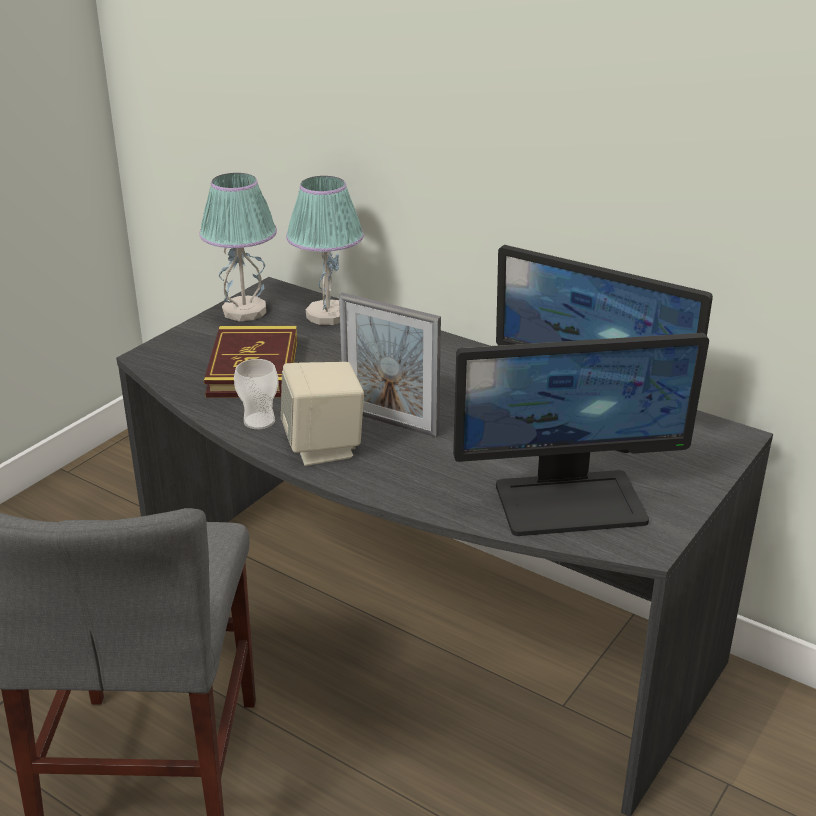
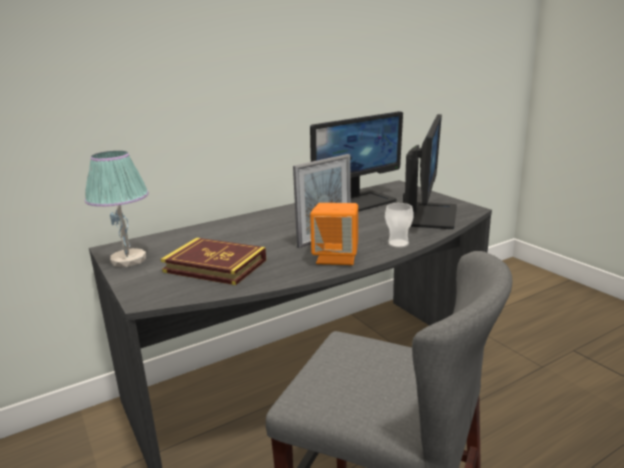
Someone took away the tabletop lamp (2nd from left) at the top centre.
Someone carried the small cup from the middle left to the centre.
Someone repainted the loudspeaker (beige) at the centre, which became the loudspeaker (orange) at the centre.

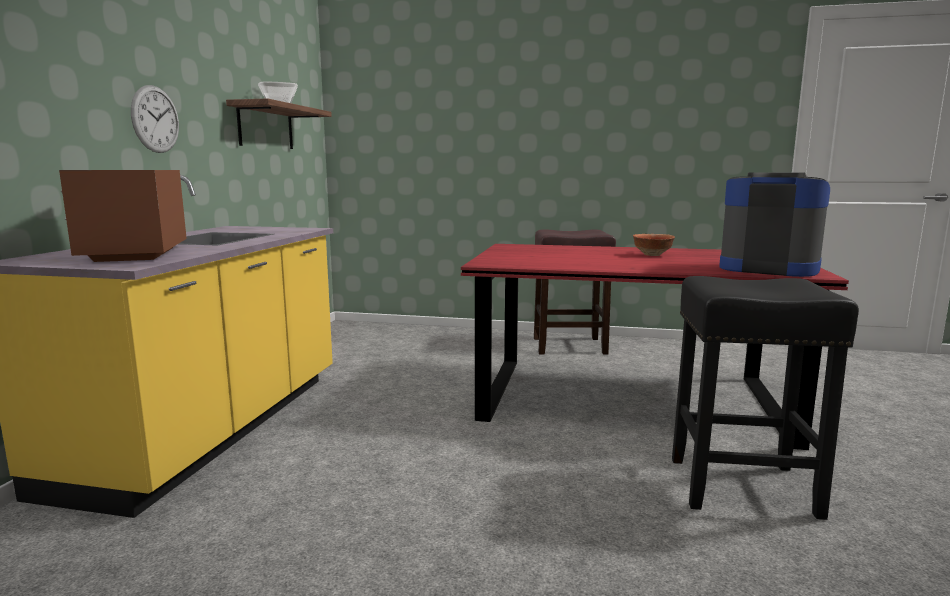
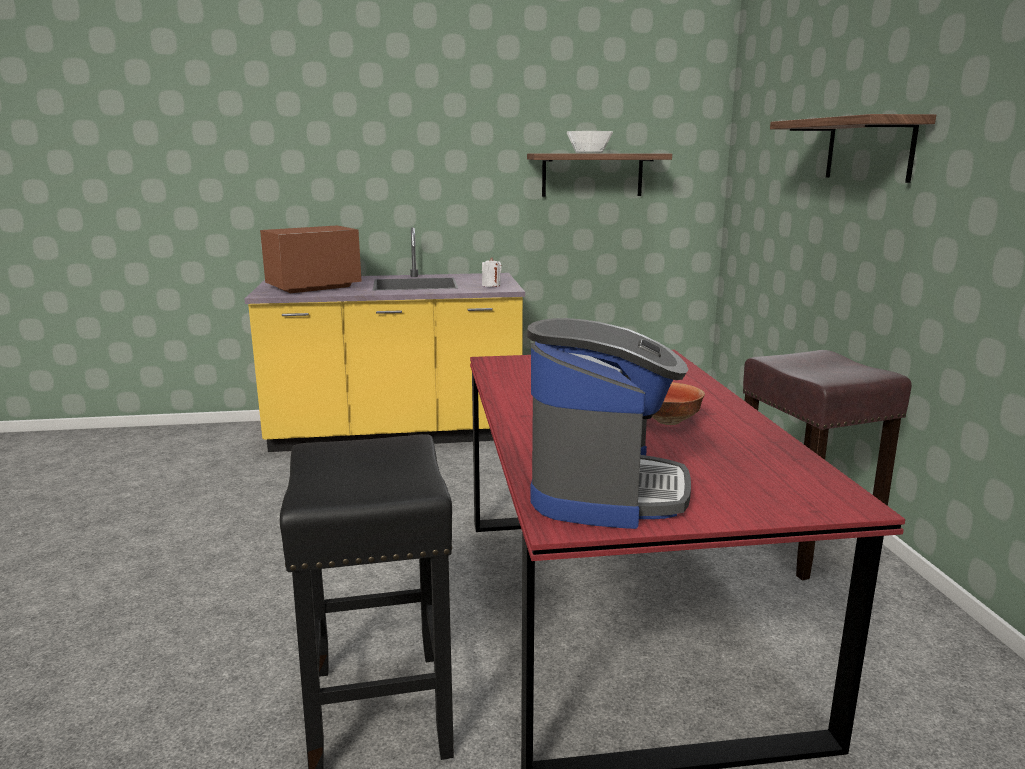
Someone took away the wall clock at the top left.
Someone put up the wall shelf (2nd from left) at the top right.
Someone put down the wax candle (white) at the centre.

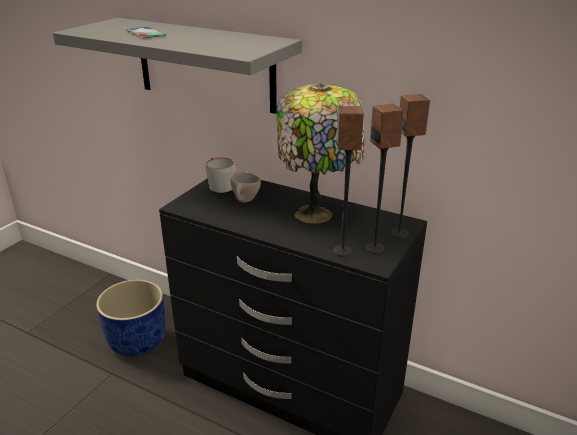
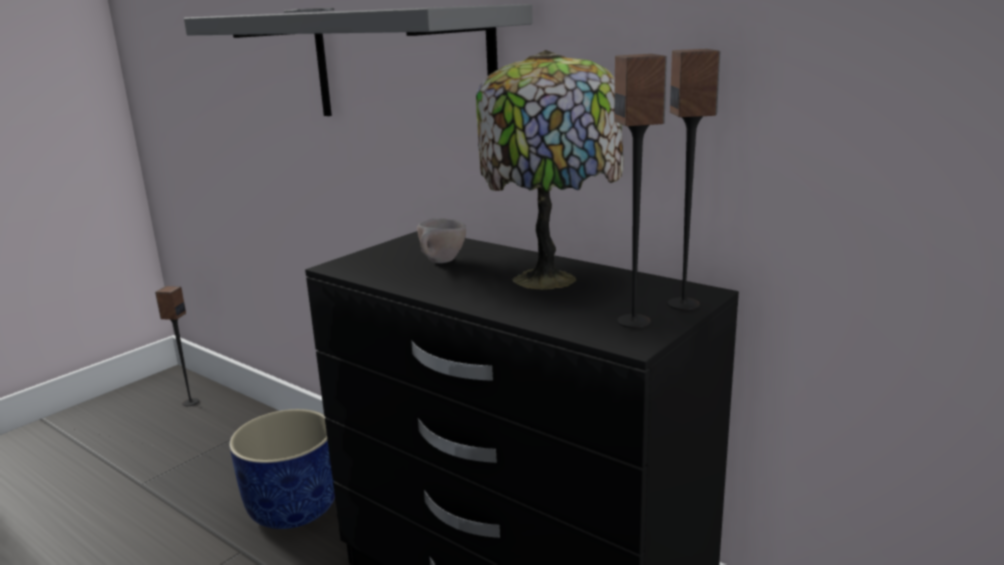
Someone carried the loudspeaker (1st from left) from the centre to the middle left.
Someone took away the mug (grey) at the centre.

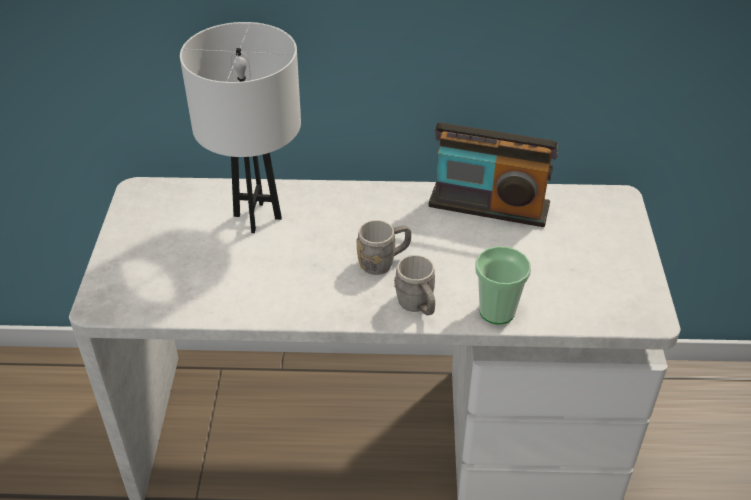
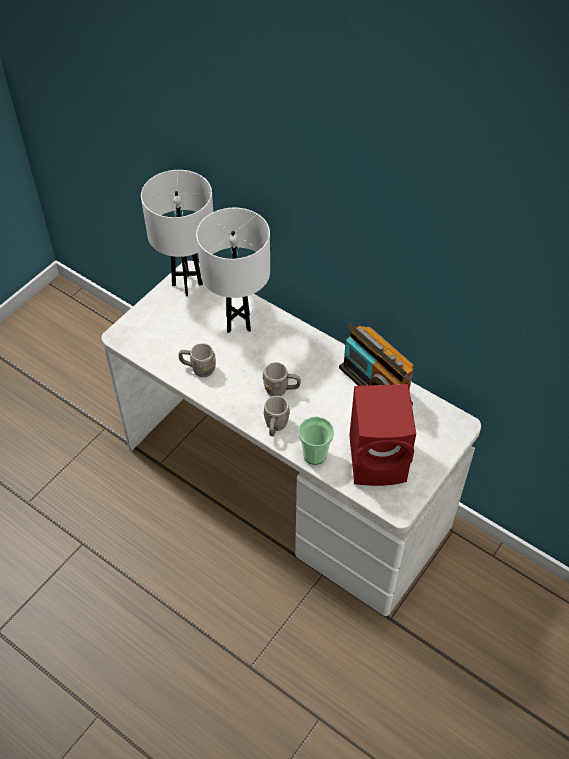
Someone put down the tabletop lamp (white) (1st from left) at the top left.
Someone put down the mug (grey) (1st from left) at the centre.
Someone put down the loudspeaker (reddish) at the middle right.

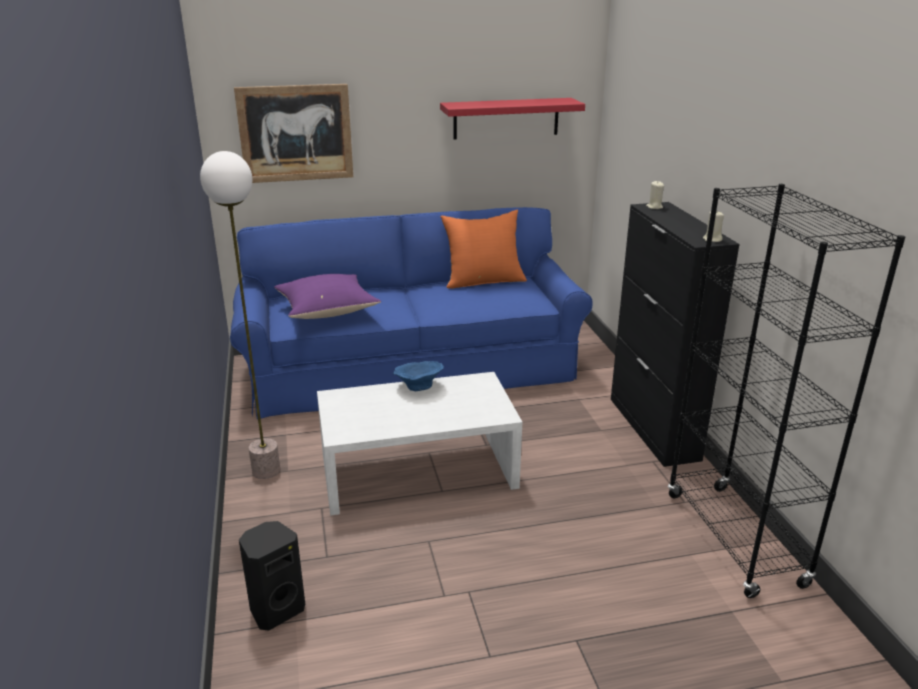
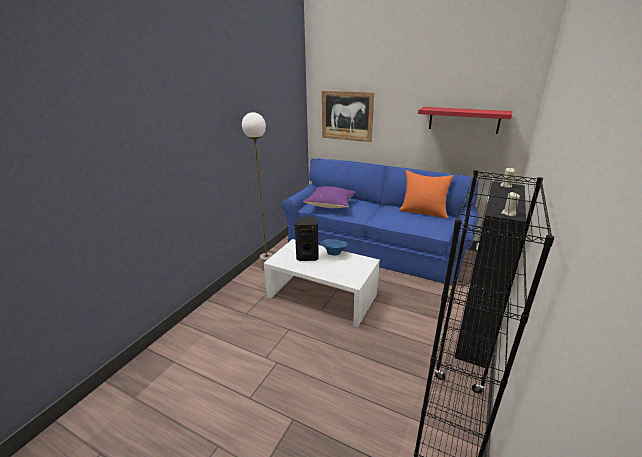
Someone carried the loudspeaker (black) from the bottom left to the centre.

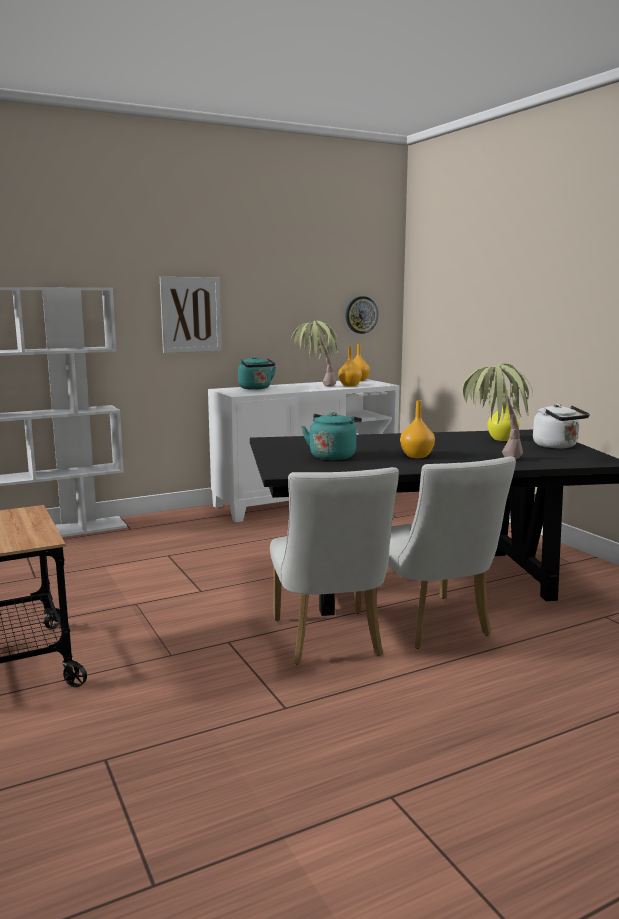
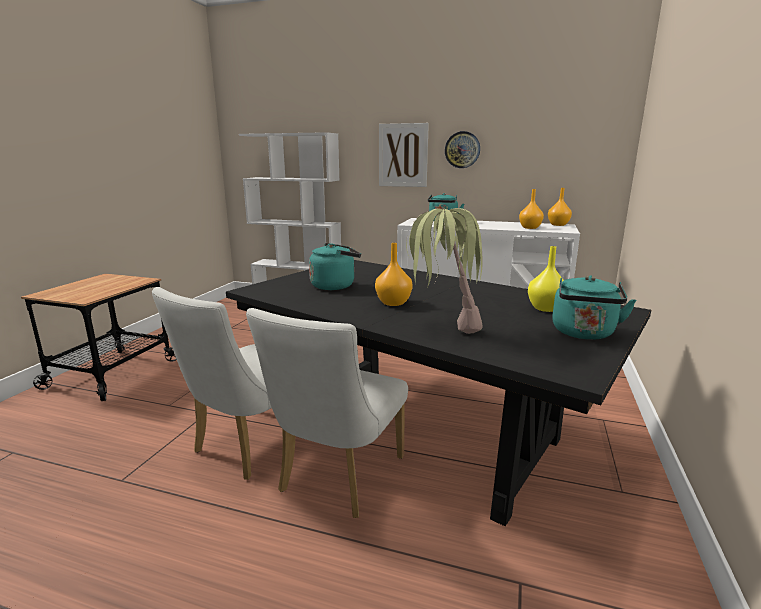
Someone carried the wall clock from the centre to the top centre.
Someone took away the houseplant (1st from left) at the centre.
Someone repainted the tea kettle (white) at the middle right, which became the tea kettle (turquoise) (3rd from left) at the middle right.

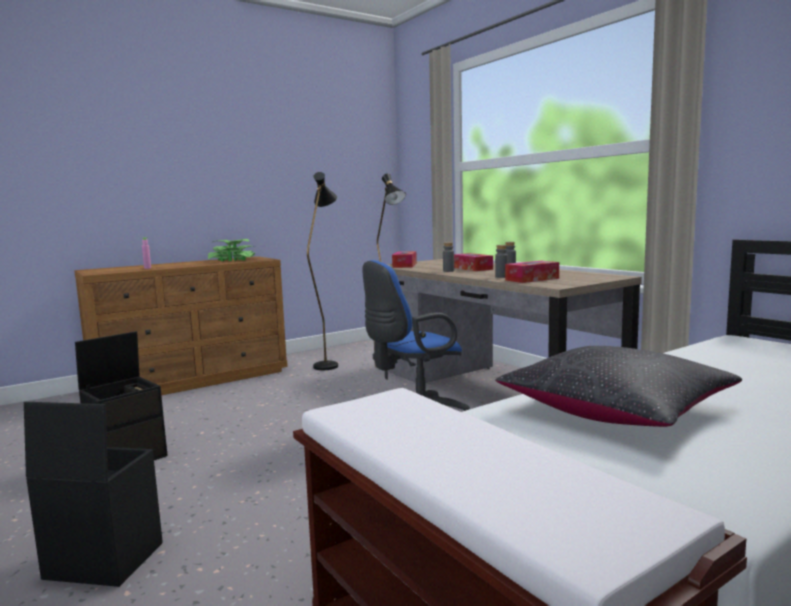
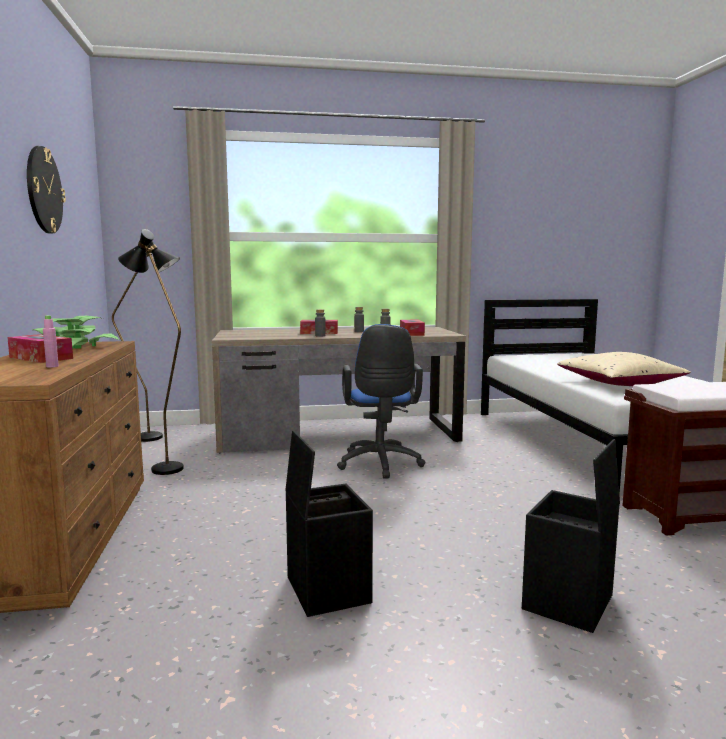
Someone carried the tissue holder (1st from left) from the centre to the middle left.
Someone repainted the pillow (black) at the middle right, which became the pillow (beige) at the middle right.
Someone put up the wall clock at the top left.

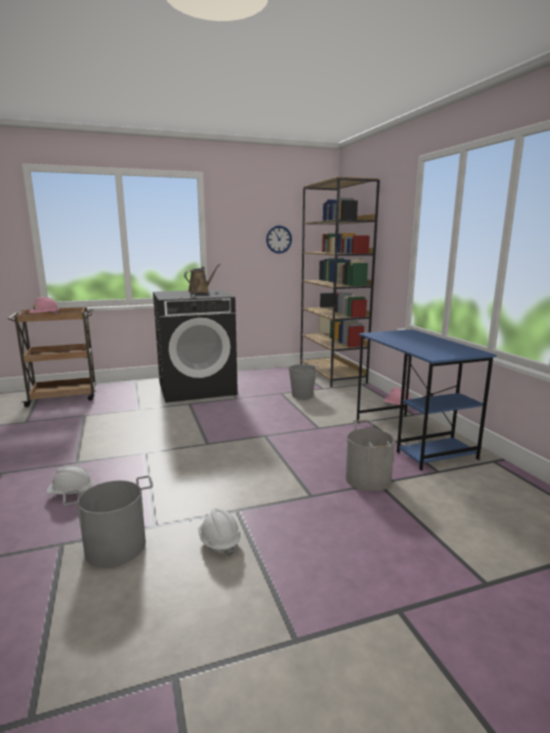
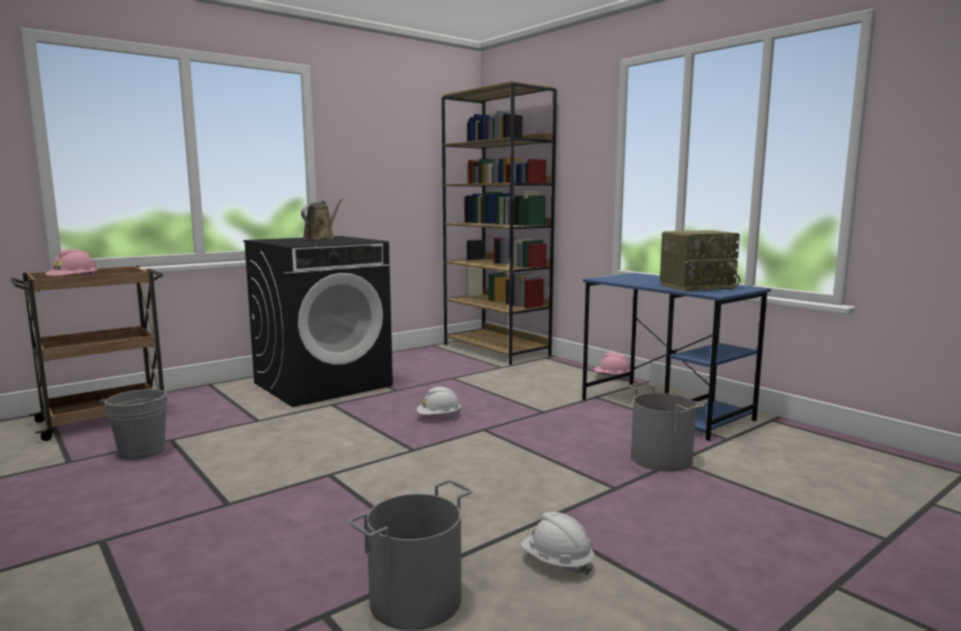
Someone took away the wall clock at the top centre.
Someone carried the water bucket (grey) (2nd from left in the first image) from the centre to the bottom left.
Someone carried the hard hat (white) (1st from left) from the middle left to the centre.
Someone put down the radio set at the middle right.

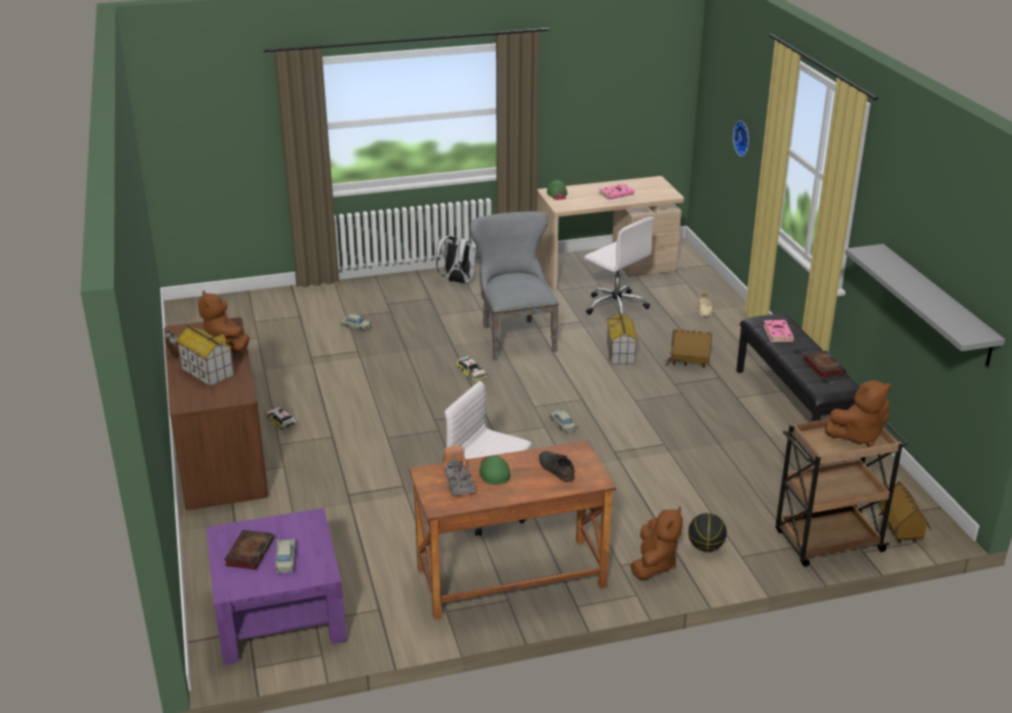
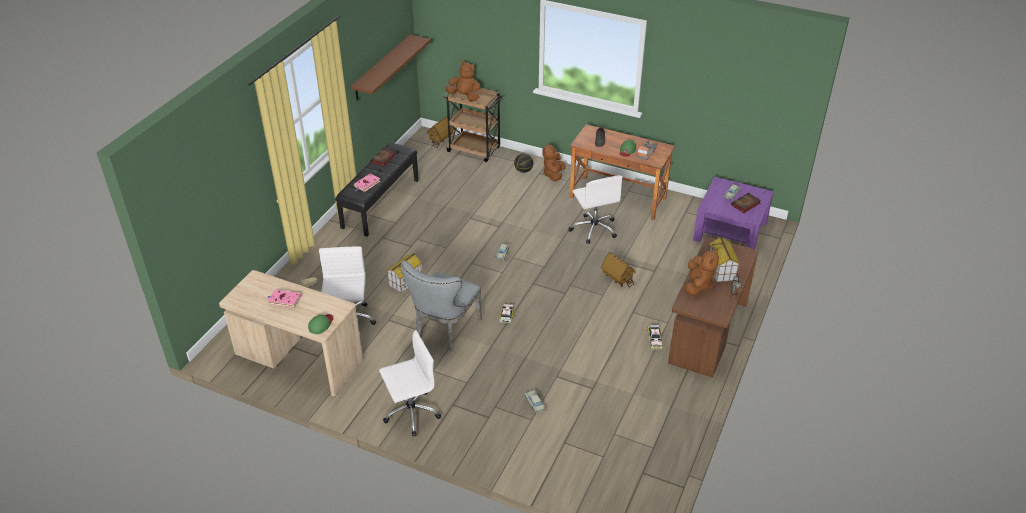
Someone took away the wall clock at the top right.
Someone swapped the knapsack (white) at the centre for the computer chair (white) (2nd from left) at the bottom centre.
Someone repainted the wall shelf (grey) at the middle right, which became the wall shelf (brown-coloured) at the top centre.
Someone carried the toy house (3rd from left) from the middle right to the centre.
Someone rotated the plush toy (brown-coloured) (2nd from left) at the bottom centre by 45 degrees counterclockwise.

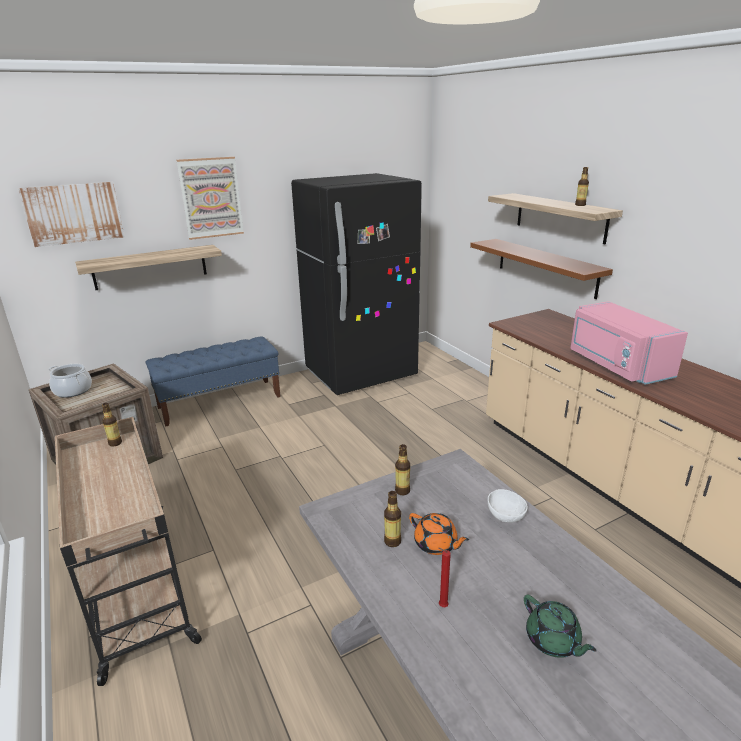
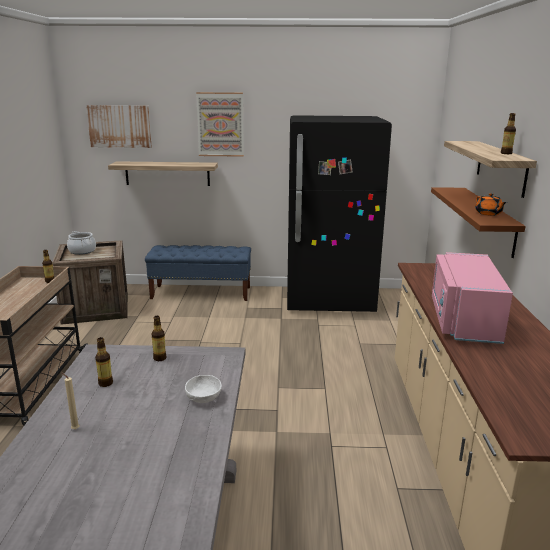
Someone carried the teapot (orange) from the bottom centre to the middle right.
Someone repainted the wax candle (reddish) at the bottom centre, which became the wax candle (beige) at the bottom left.
Someone took away the teapot (greenish) at the bottom right.

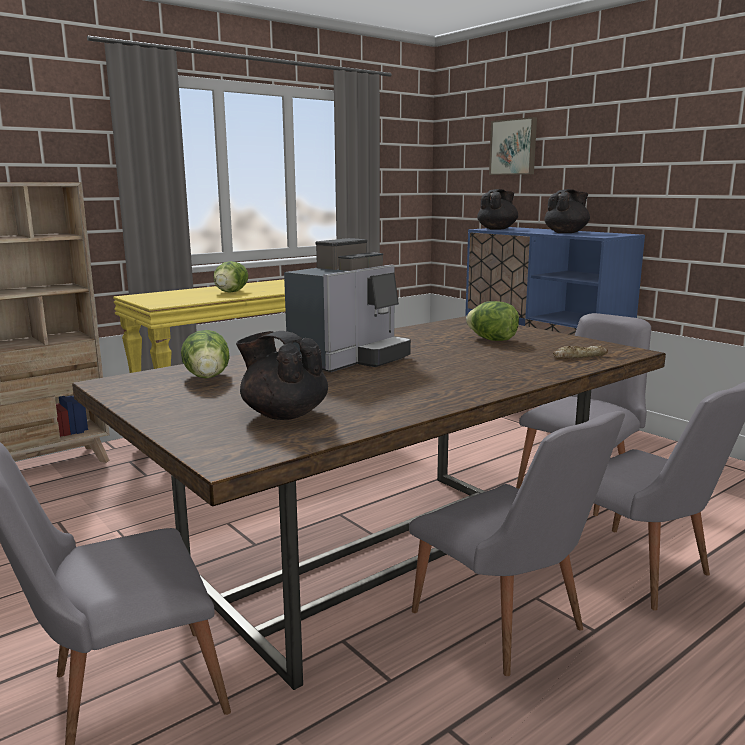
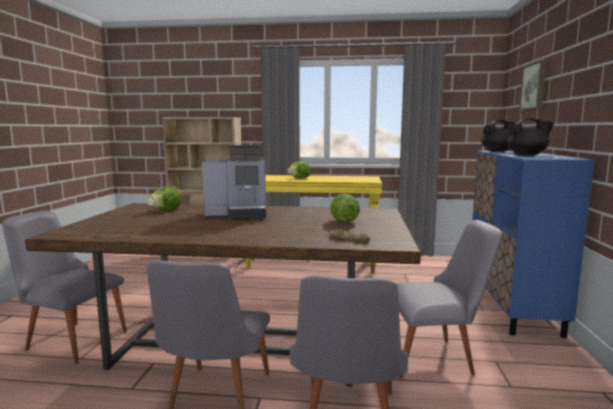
Someone took away the teapot (black) (1st from left) at the centre.

